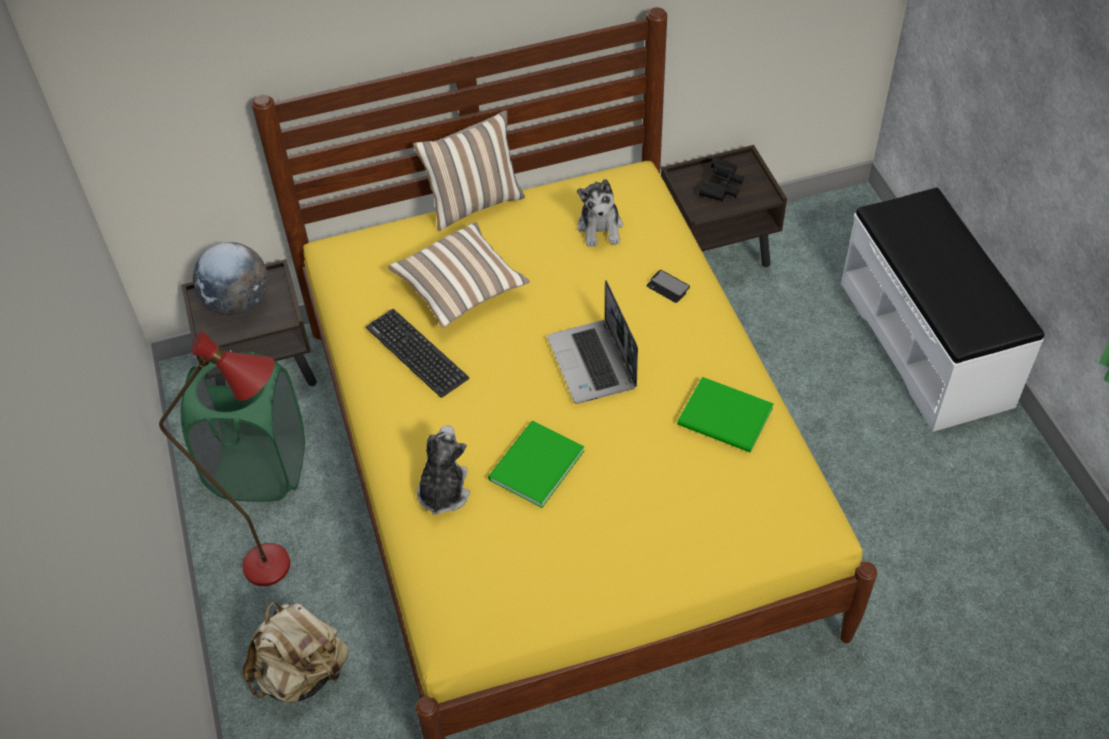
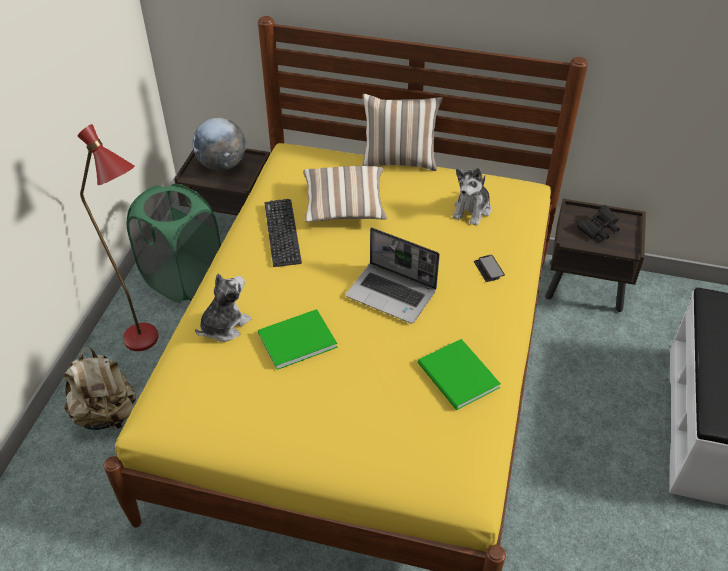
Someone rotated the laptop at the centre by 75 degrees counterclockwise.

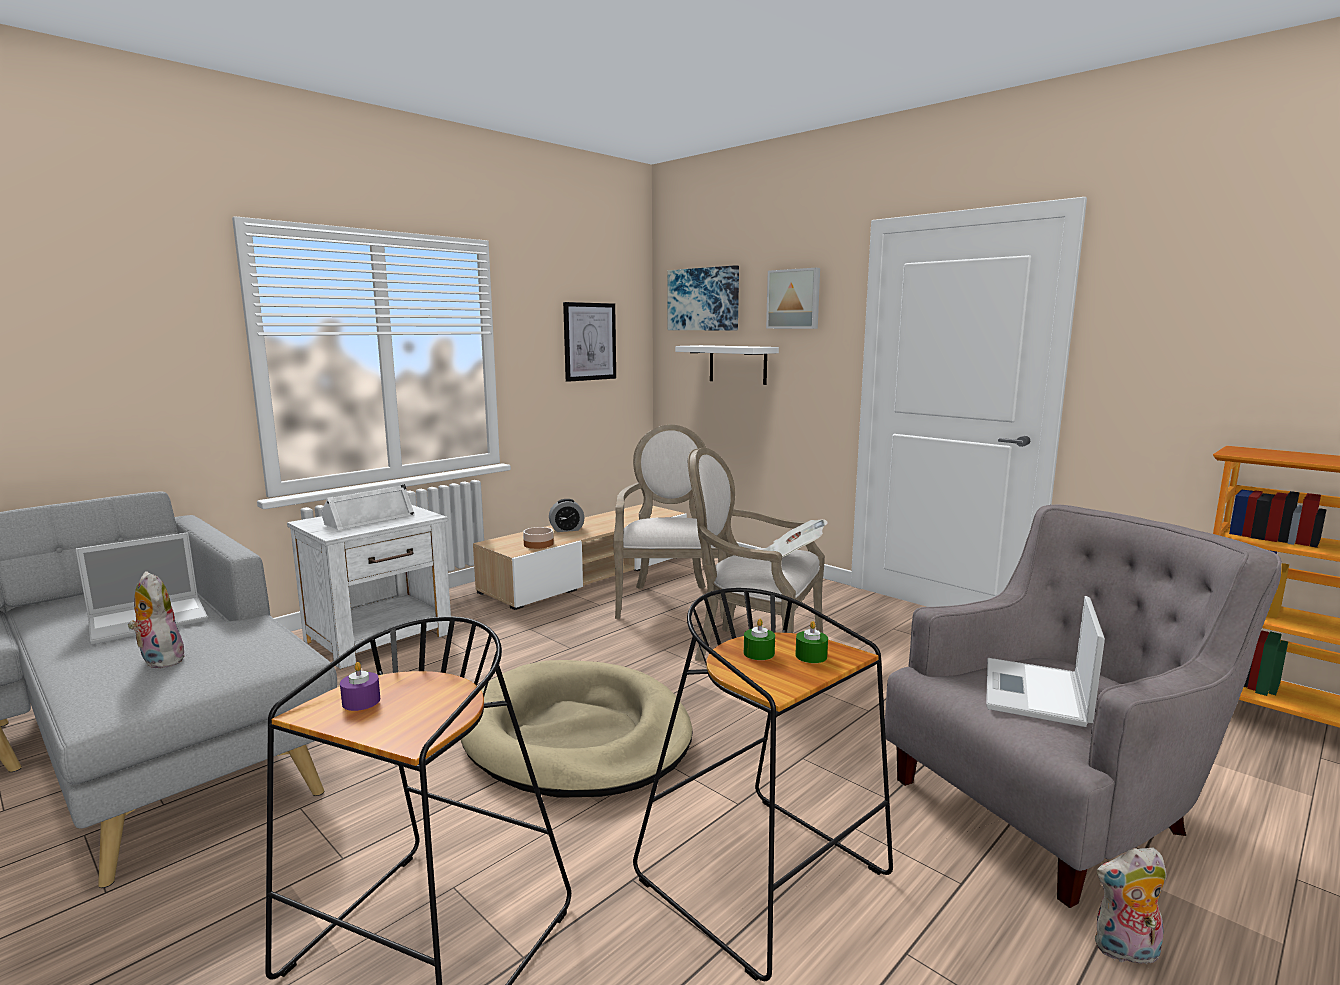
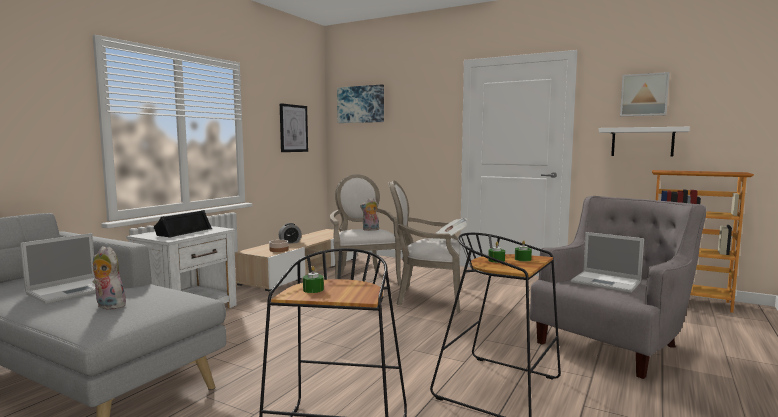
Someone carried the wall picture (3rd from left) from the top centre to the top right.
Someone carried the wall shelf (white) from the centre to the middle right.
Someone repainted the loudspeaker (white) at the middle left, which became the loudspeaker (black) at the middle left.
Someone rotated the laptop (2nd from left) at the bottom right by 60 degrees counterclockwise.
Someone took away the dog bed (beige) at the bottom centre.
Someone repainted the wax candle (purplish) at the bottom left, which became the wax candle (greenish) (1st from left) at the bottom centre.
Someone carried the plush toy (2nd from left) from the bottom right to the centre.

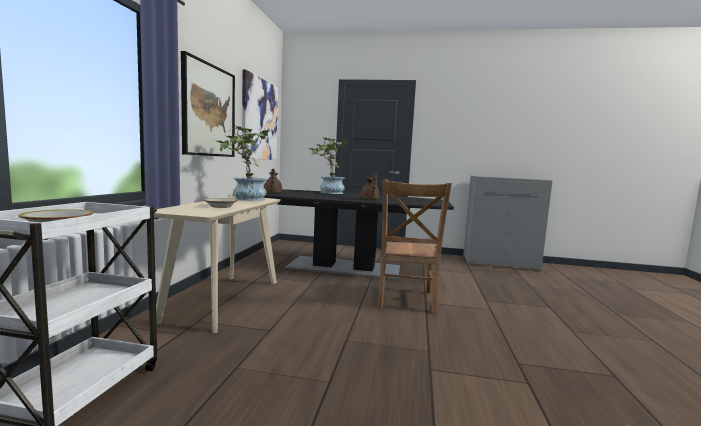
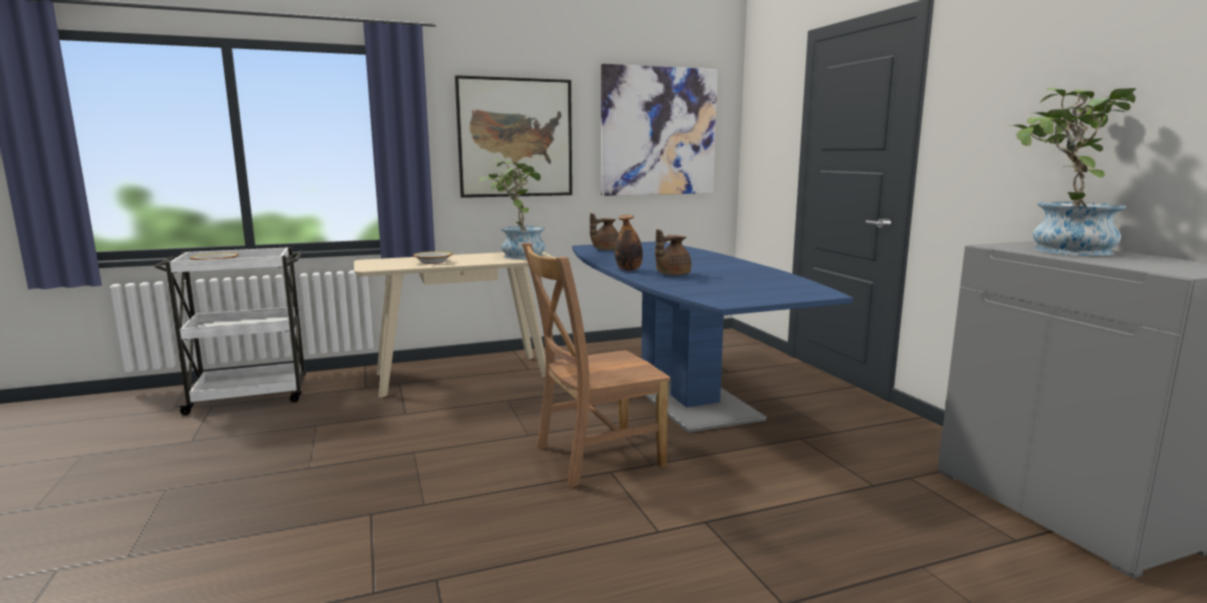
Someone carried the houseplant (2nd from left) from the centre to the top right.
Someone repainted the dining table (black) at the centre, which became the dining table (blue) at the centre.
Someone put down the bottle at the centre.

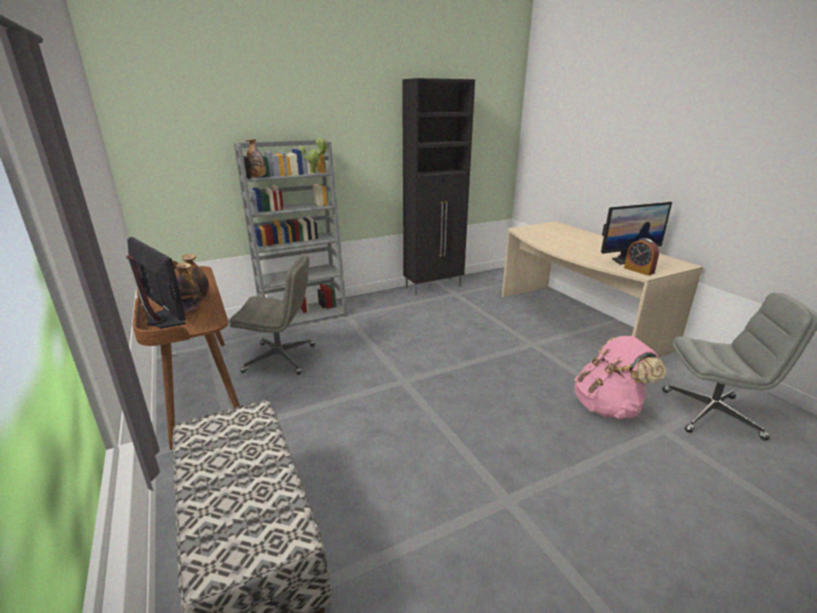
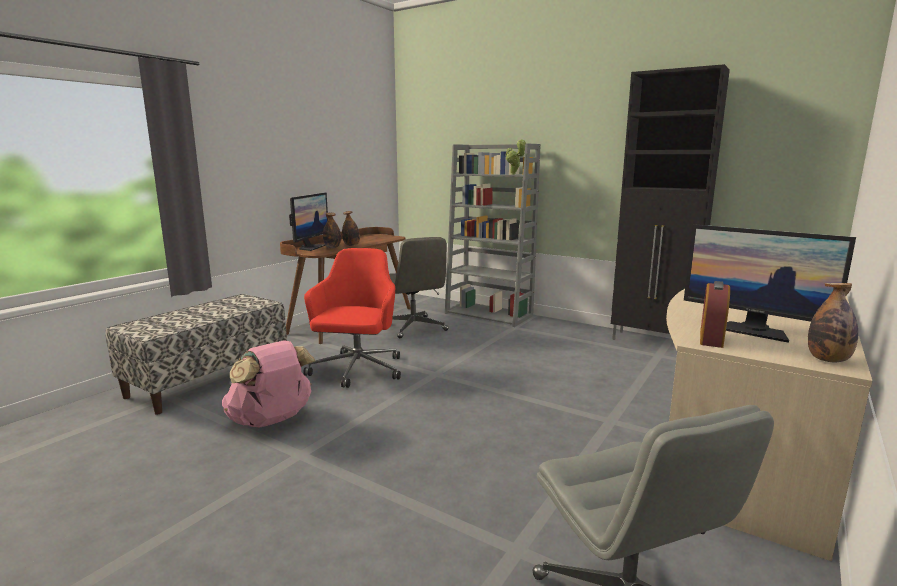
Someone carried the bottle (3rd from left) from the top left to the middle right.
Someone carried the knapsack (pink) from the middle right to the middle left.
Someone put down the computer chair (reddish) at the centre.

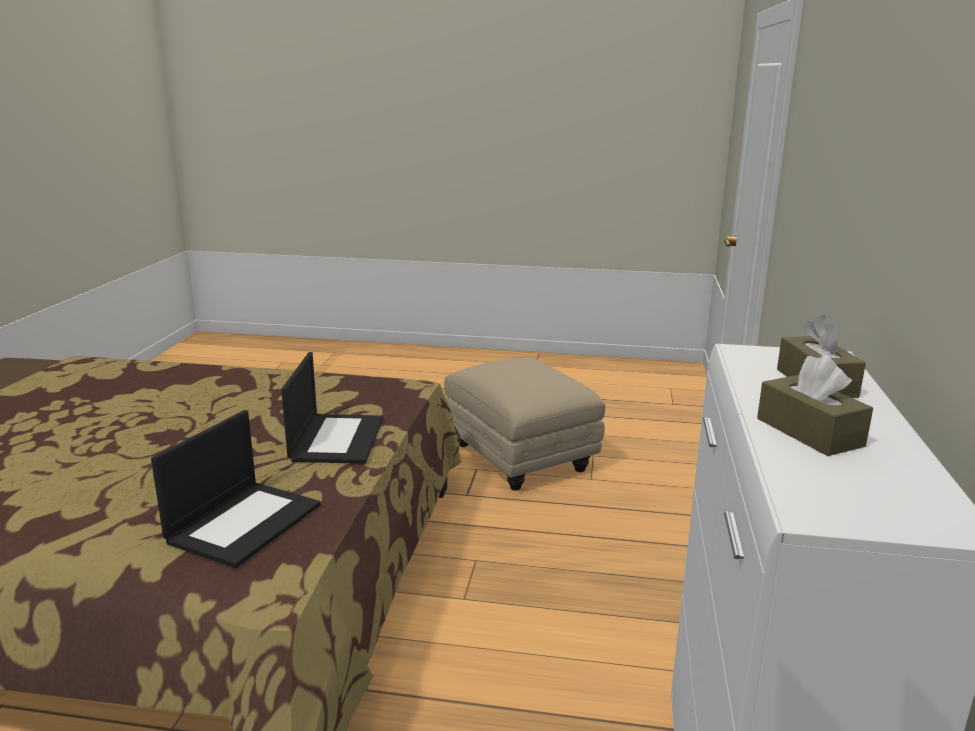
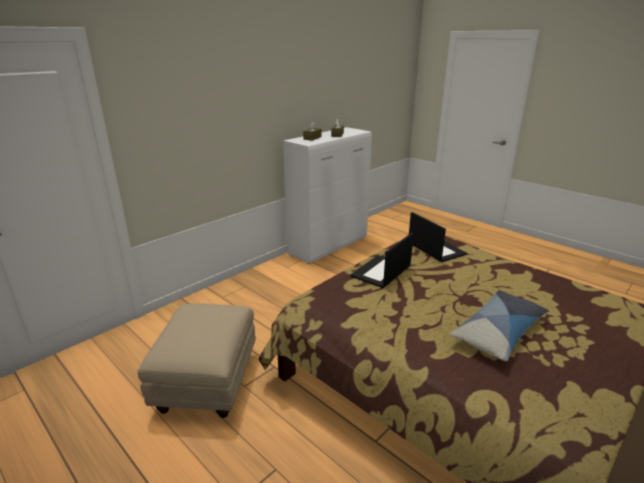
Someone rotated the laptop (1st from left in the first image) at the bottom left by 90 degrees clockwise.
Someone put down the pillow at the bottom right.

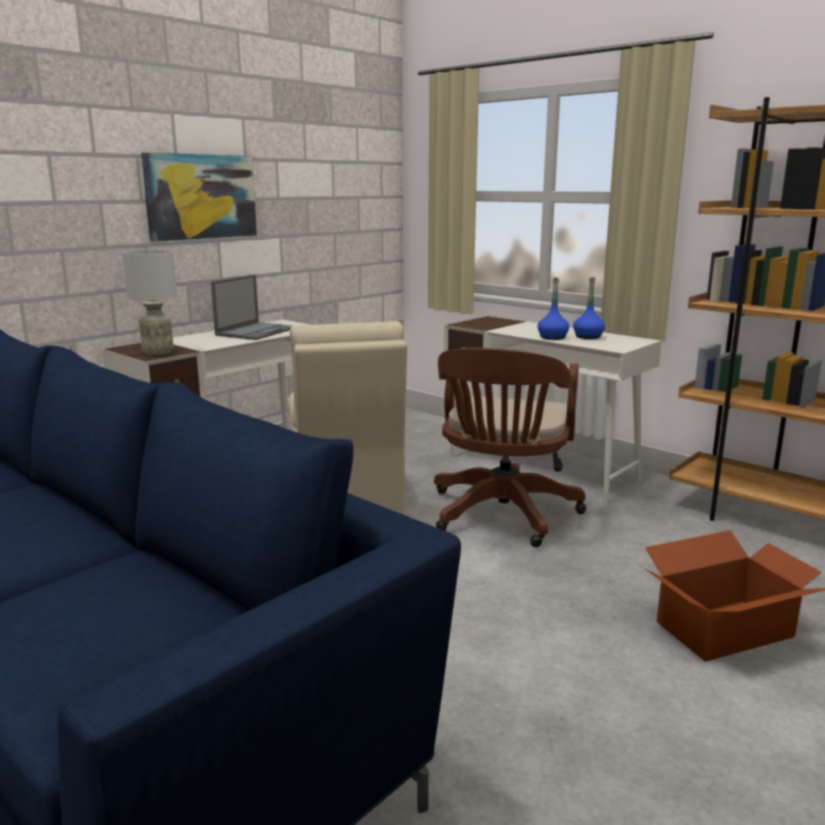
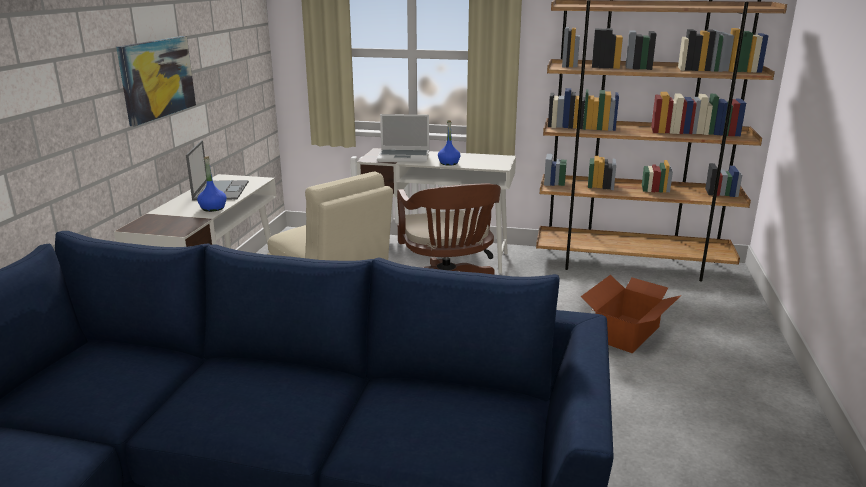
Someone took away the tabletop lamp (grey) at the middle left.
Someone carried the bottle (blue) (2nd from left in the first image) from the middle right to the middle left.
Someone put down the laptop (2nd from left) at the top centre.

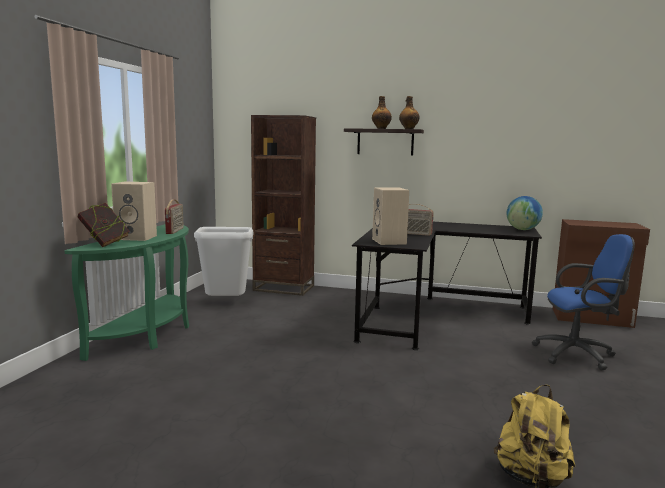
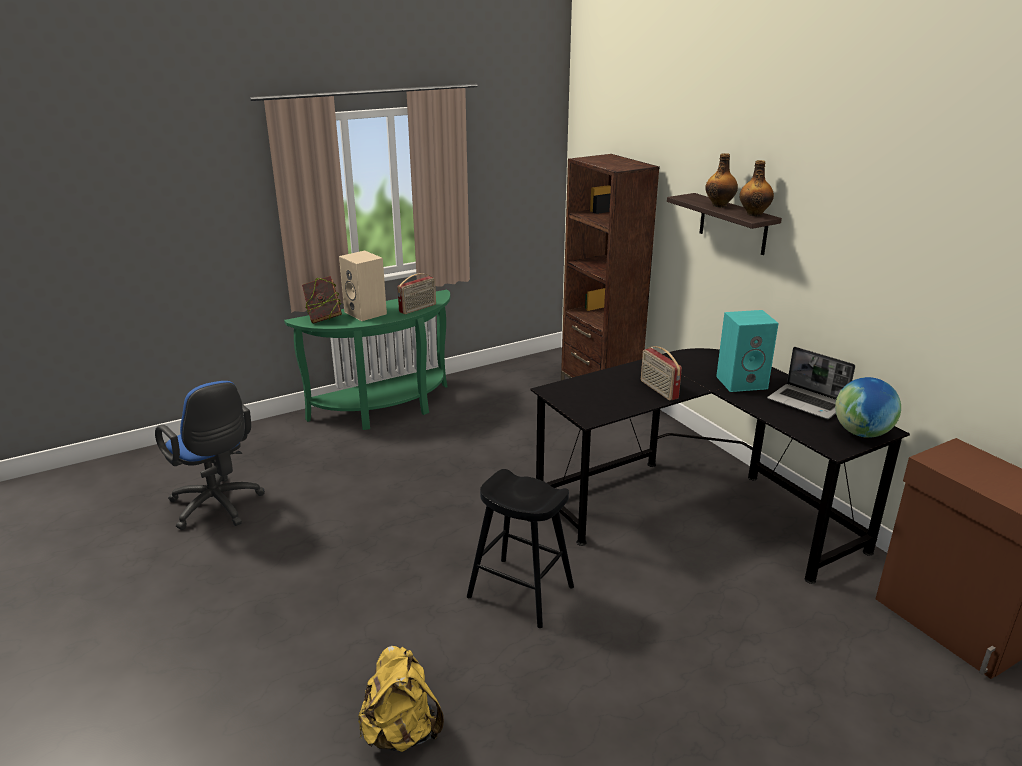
Someone took away the loudspeaker (beige) (2nd from left) at the centre.
Someone took away the waste bin (white) at the centre.
Someone carried the computer chair (blue) from the middle right to the middle left.
Someone put down the loudspeaker (turquoise) at the middle right.
Someone put down the laptop at the middle right.
Someone put down the sitting stool (black) at the bottom centre.

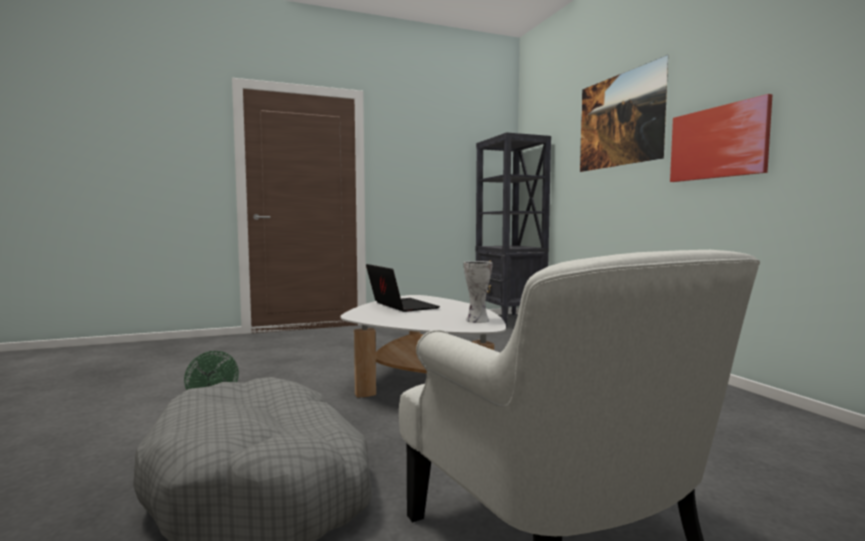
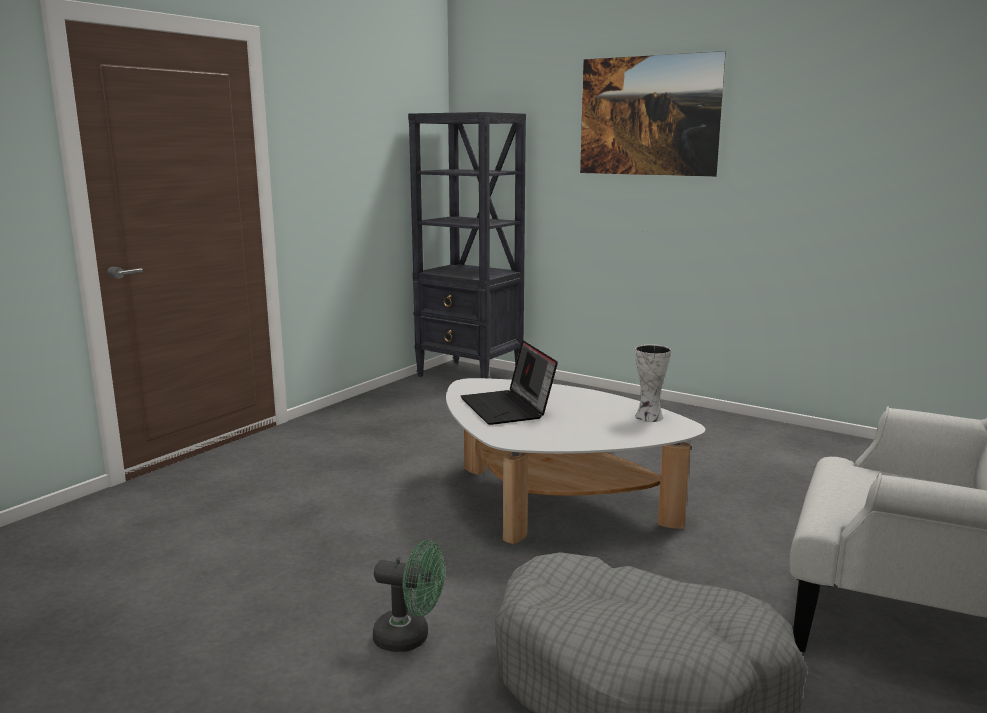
Someone took away the wall picture (2nd from left) at the top right.
Someone rotated the laptop at the centre by 135 degrees counterclockwise.

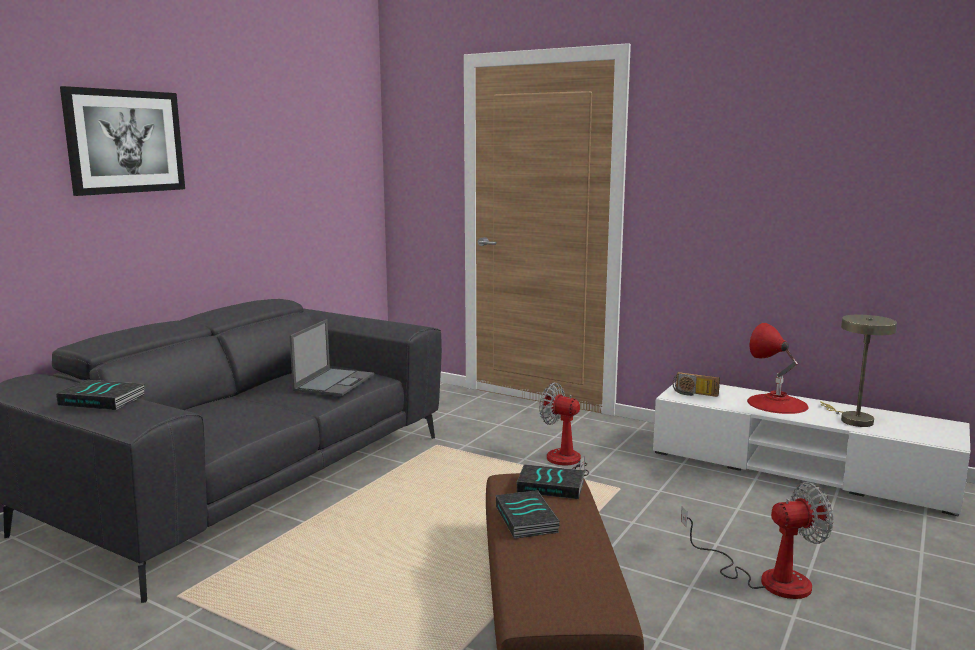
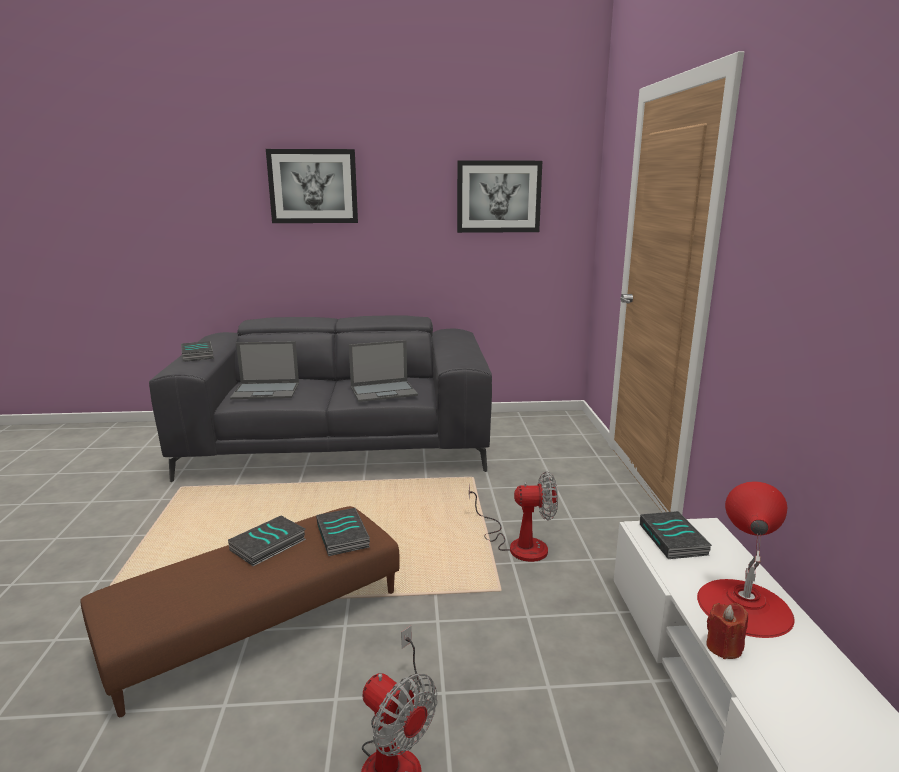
Someone took away the tabletop lamp (beige) at the middle right.
Someone swapped the radio set at the middle right for the bound book (4th from left) at the bottom right.
Someone rotated the cooling fan (1st from left in the first image) at the centre by 90 degrees clockwise.
Someone put up the wall picture (2nd from left) at the top centre.
Someone put down the laptop (1st from left) at the middle left.
Someone put down the wax candle (reddish) at the bottom right.

